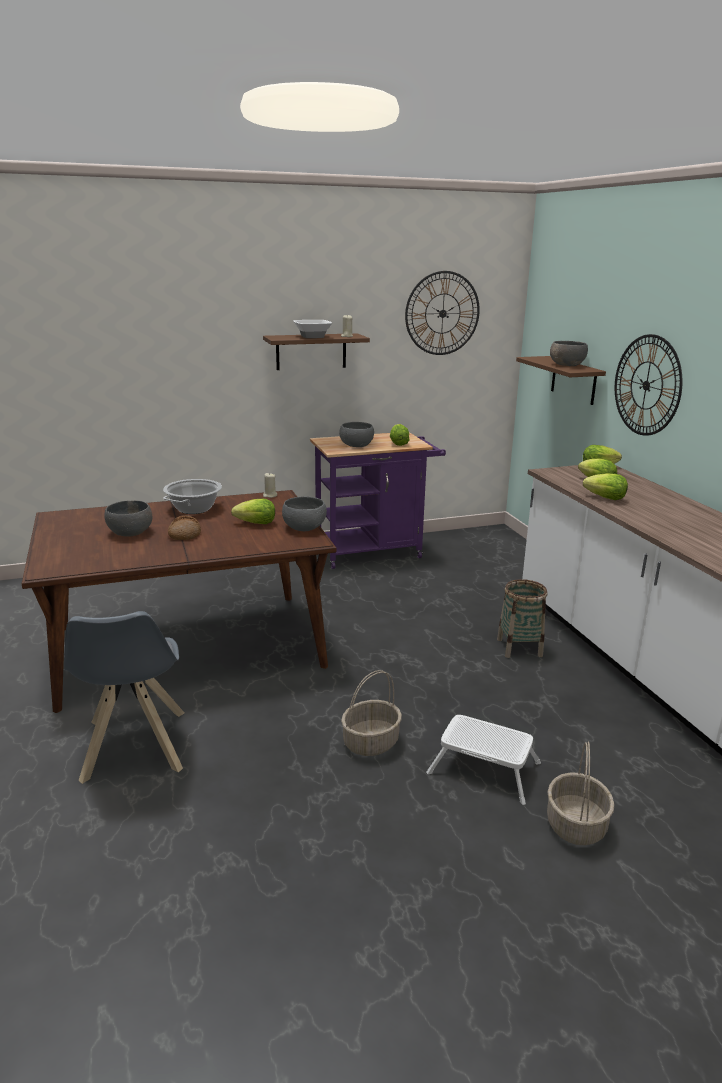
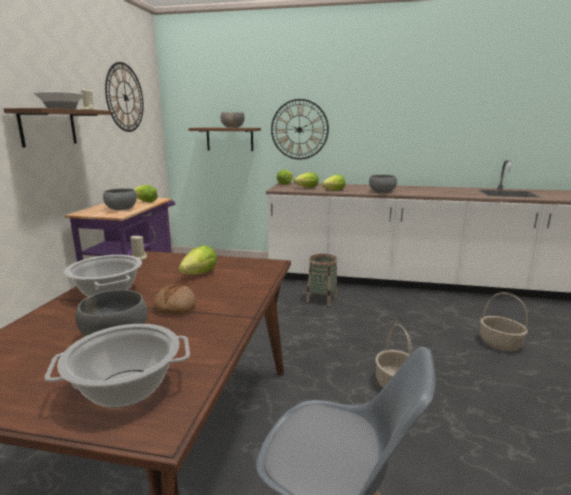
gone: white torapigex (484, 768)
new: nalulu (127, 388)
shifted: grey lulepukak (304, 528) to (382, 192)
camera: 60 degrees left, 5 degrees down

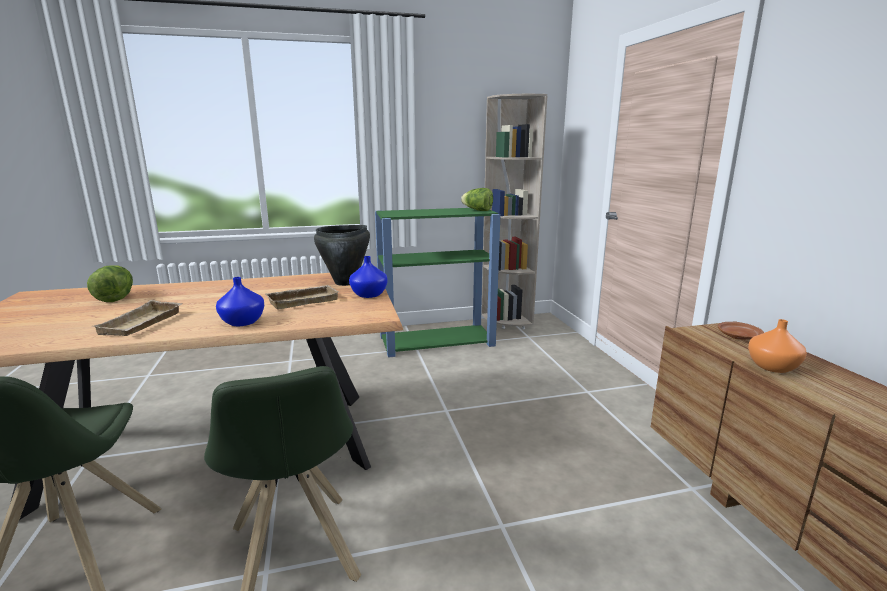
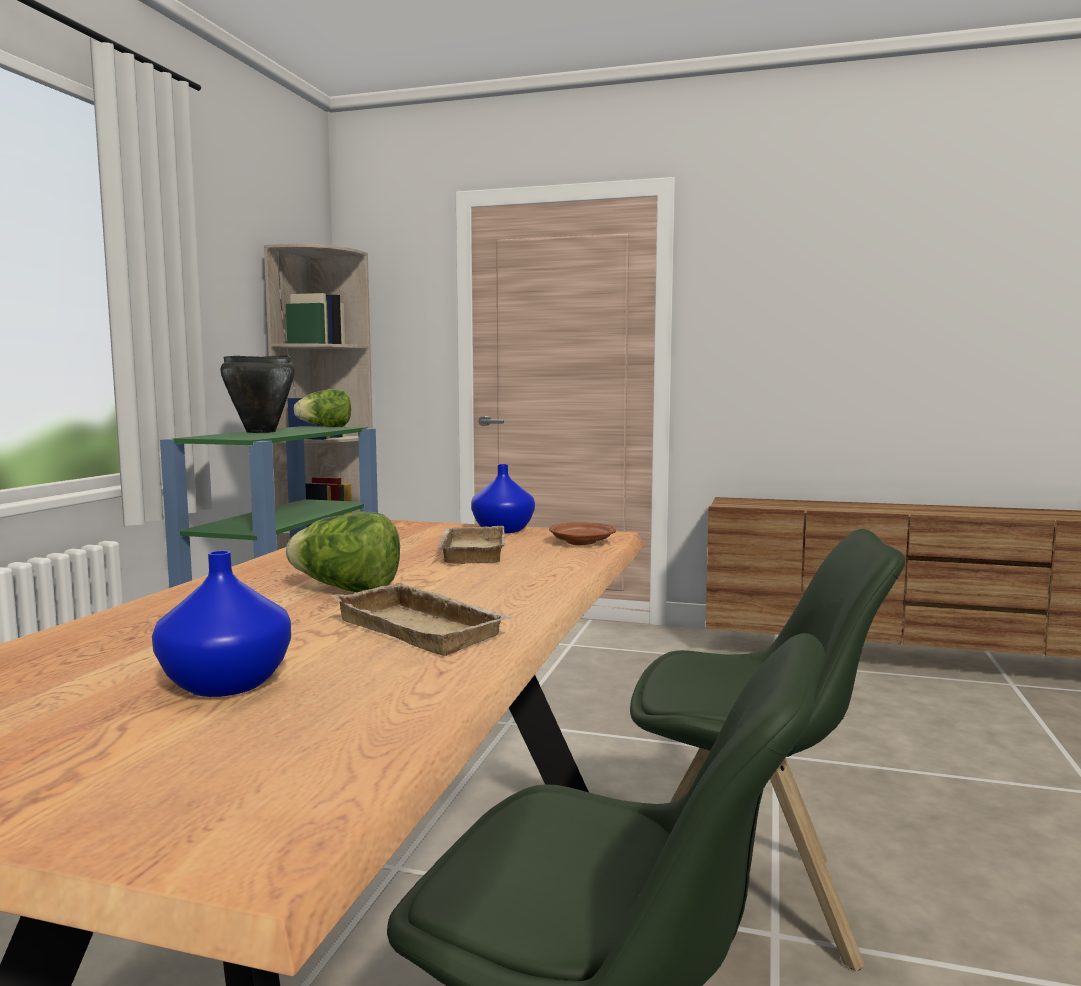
gone: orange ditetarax (771, 366)
shifted: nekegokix (116, 297) to (347, 590); blue ditetarax (241, 322) to (225, 685); black nalulu (345, 283) to (261, 432); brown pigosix (738, 336) to (581, 542)
camera: 60 degrees left, 10 degrees down

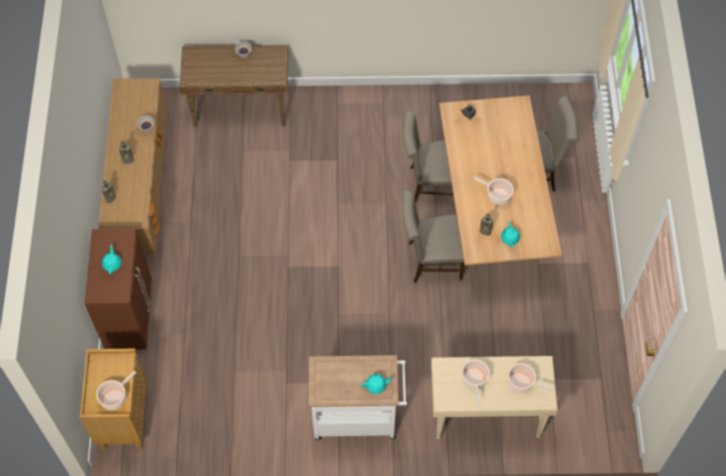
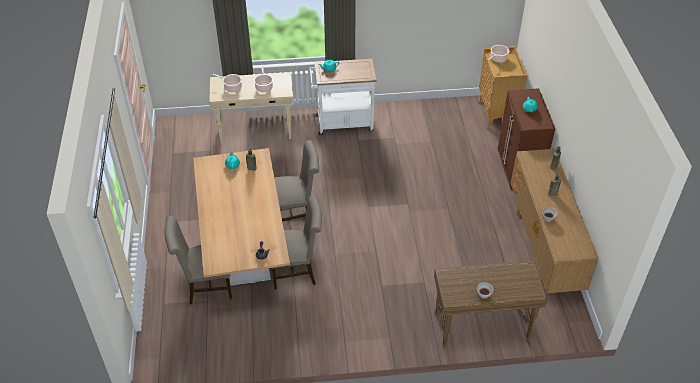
gone: nalulu (497, 195)
camera: 175 degrees right, 15 degrees down

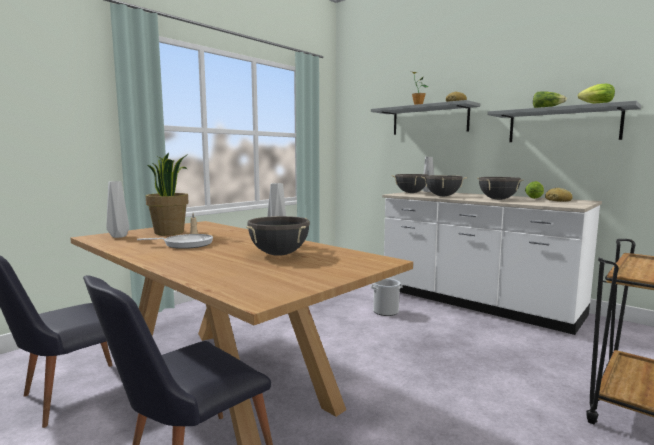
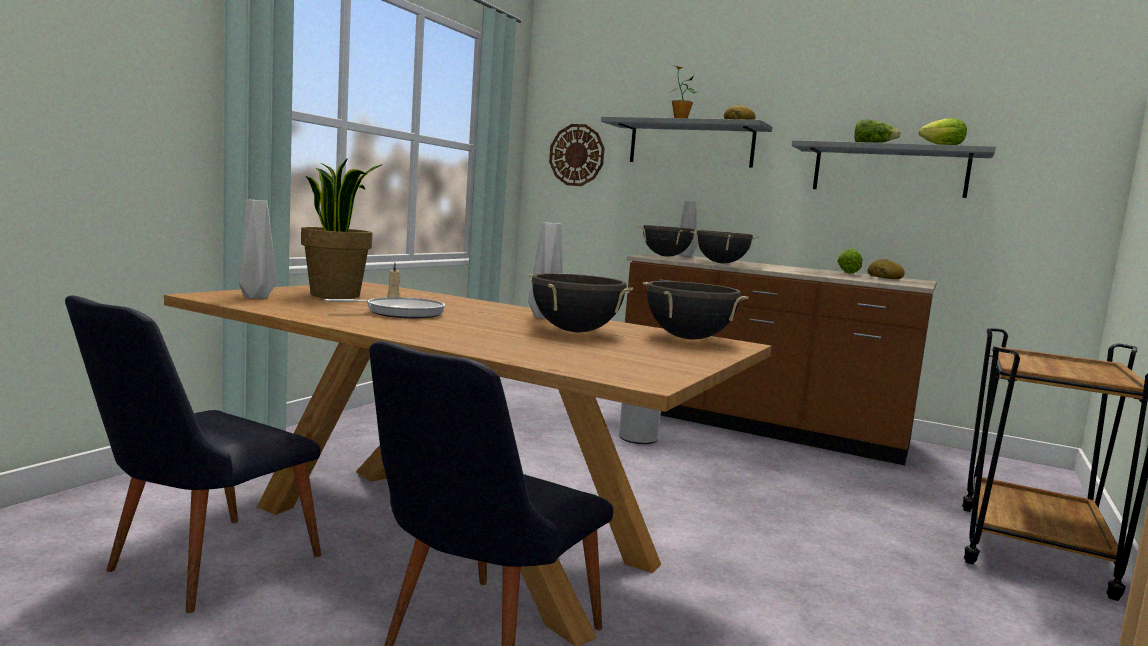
new: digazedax (577, 155)
shifted: black nalulu (498, 199) to (688, 338)
repainted: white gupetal (477, 303) to brown gupetal (760, 426)
camera: 15 degrees left, 0 degrees up

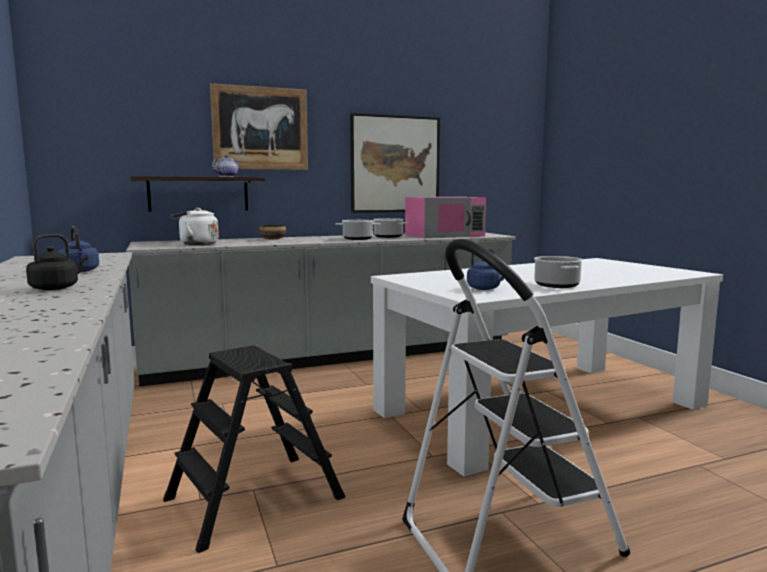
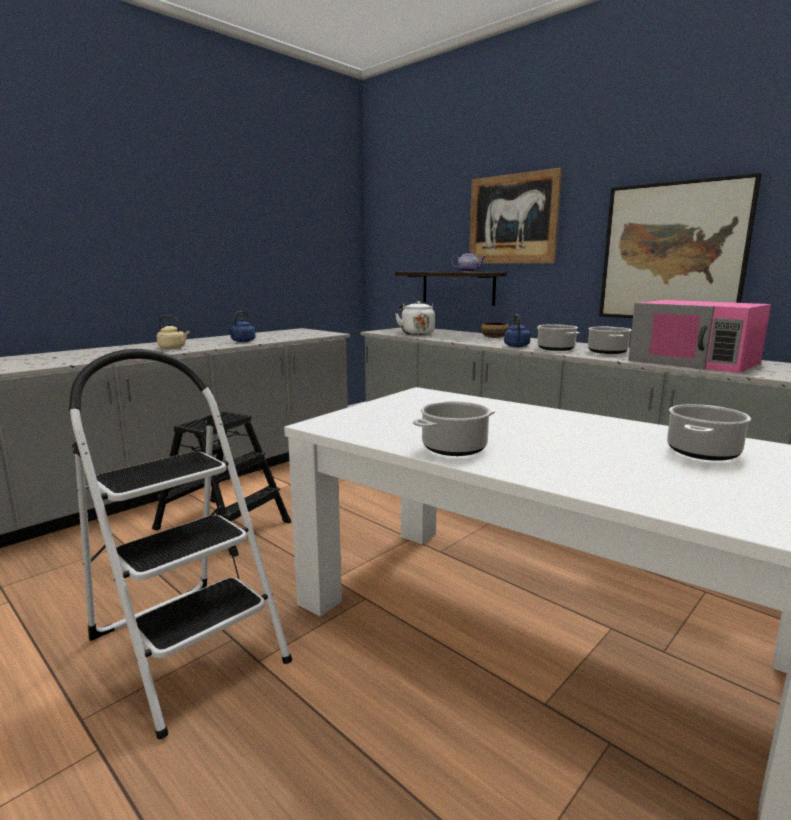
new: nalulu (703, 452)
shifted: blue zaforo (485, 288) to (516, 346)
repainted: black zaforo (57, 288) to beige zaforo (173, 348)
camera: 65 degrees right, 5 degrees up

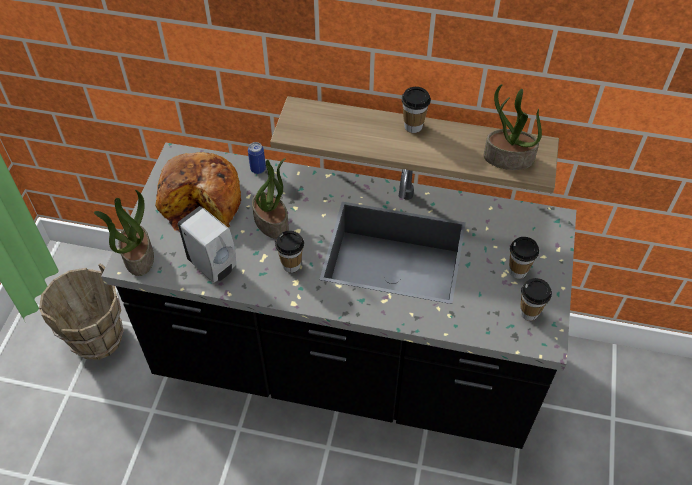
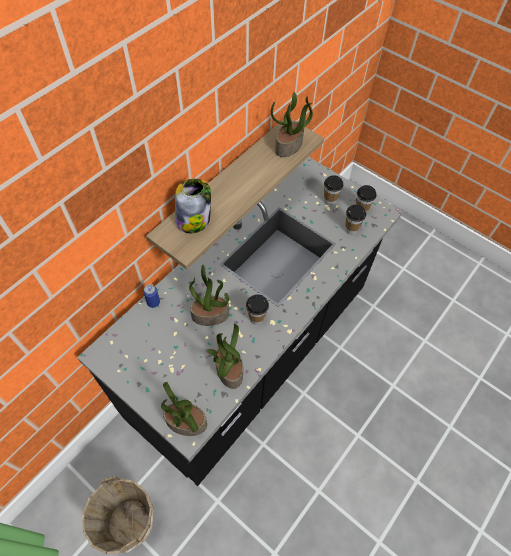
gone: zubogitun (203, 203)
new: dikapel (194, 219)
shifted: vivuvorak (413, 126) to (351, 229)
swapped: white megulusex (214, 266) to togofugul (228, 370)
camera: 65 degrees left, 5 degrees up

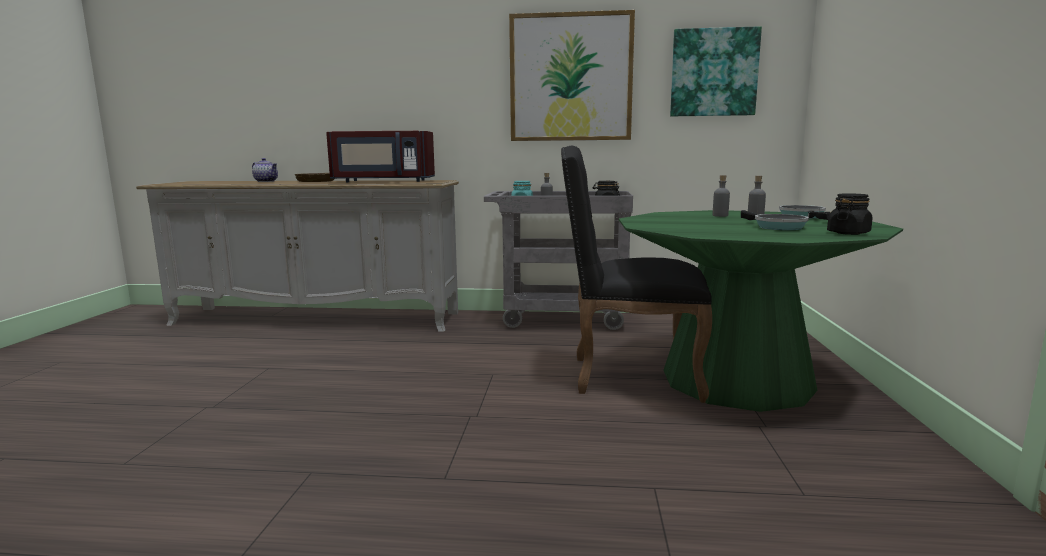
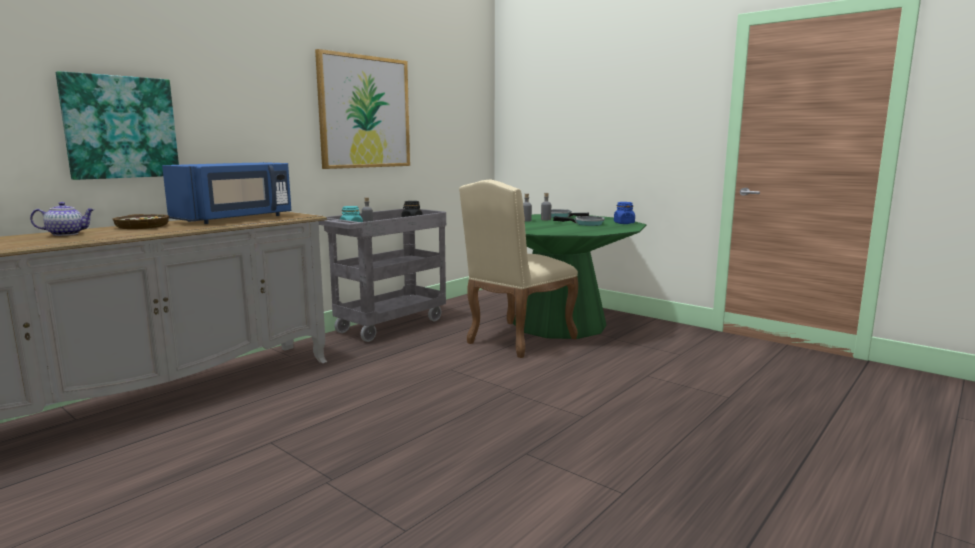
shifted: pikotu (713, 73) to (120, 127)
repainted: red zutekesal (383, 181) to blue zutekesal (236, 219); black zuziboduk (631, 375) to beige zuziboduk (517, 340); black dikapel (848, 233) to blue dikapel (624, 223)
camera: 55 degrees left, 0 degrees up

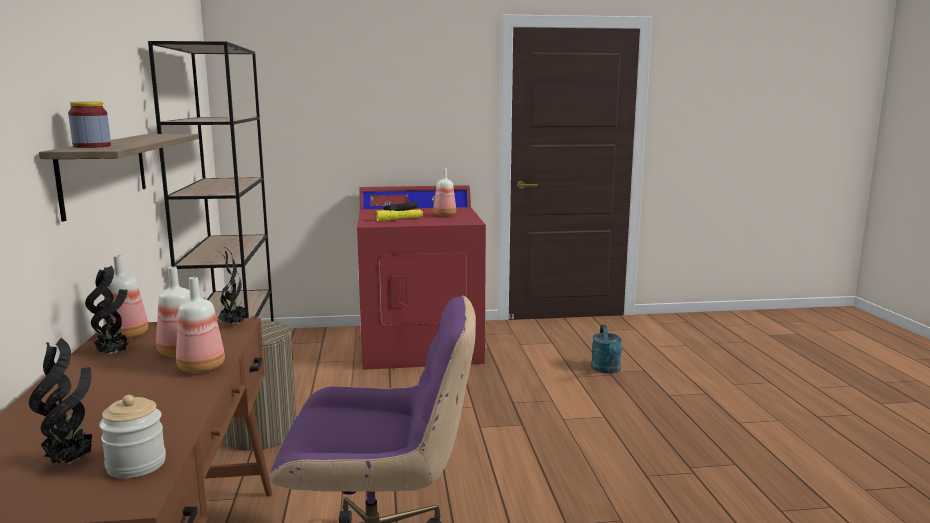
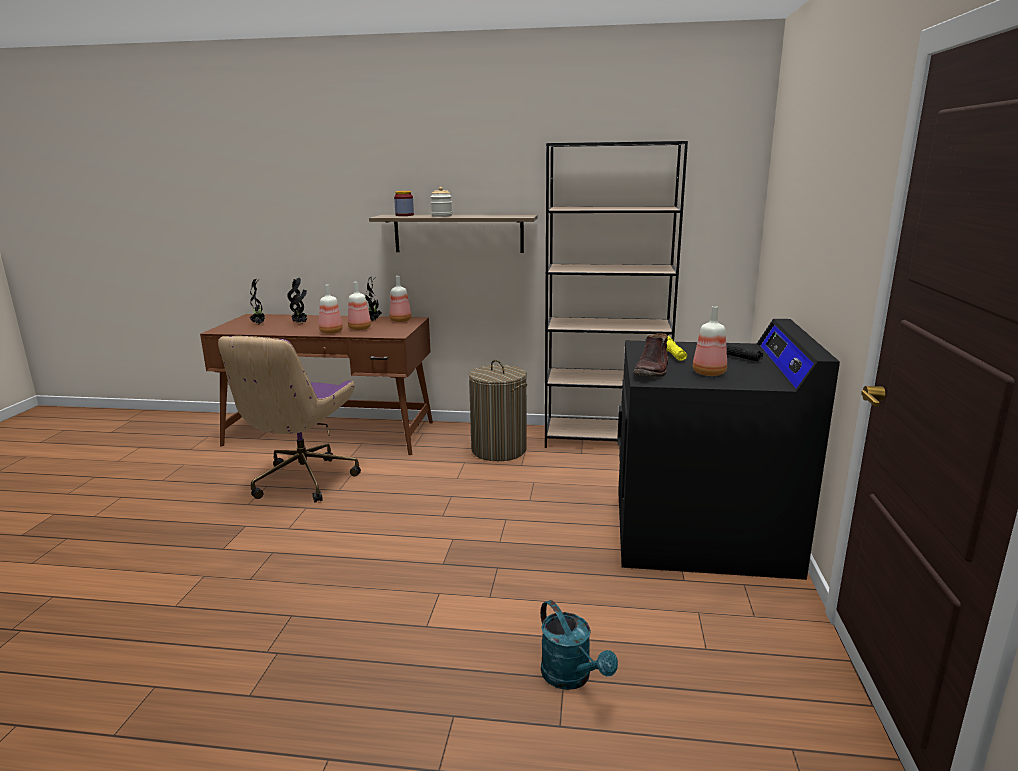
new: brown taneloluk (652, 371)
shifted: dikapel (136, 465) to (441, 216); togofugul (234, 324) to (300, 323)
repainted: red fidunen (421, 343) to black fidunen (700, 530)
rotated: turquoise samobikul (607, 370) = (572, 678) 135 degrees counterclockwise
camera: 105 degrees right, 5 degrees up

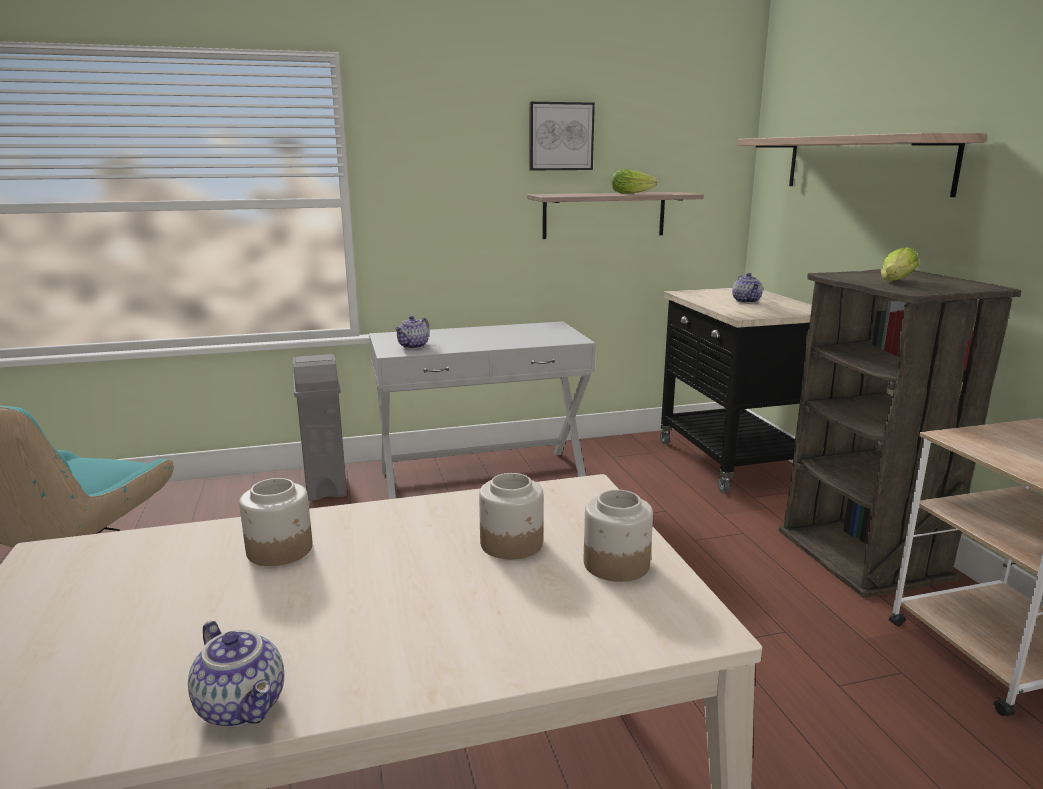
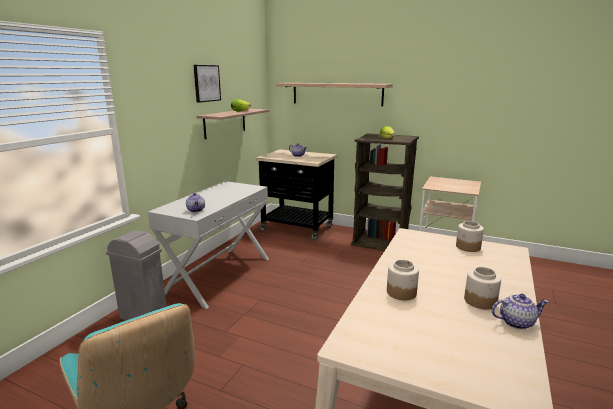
shifted: dikapel (512, 543) to (480, 301)
camera: 50 degrees left, 0 degrees up

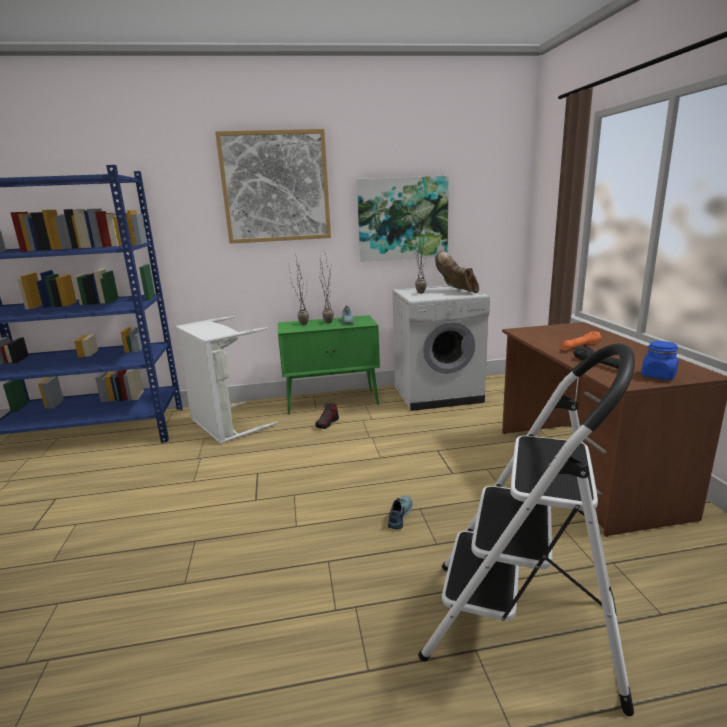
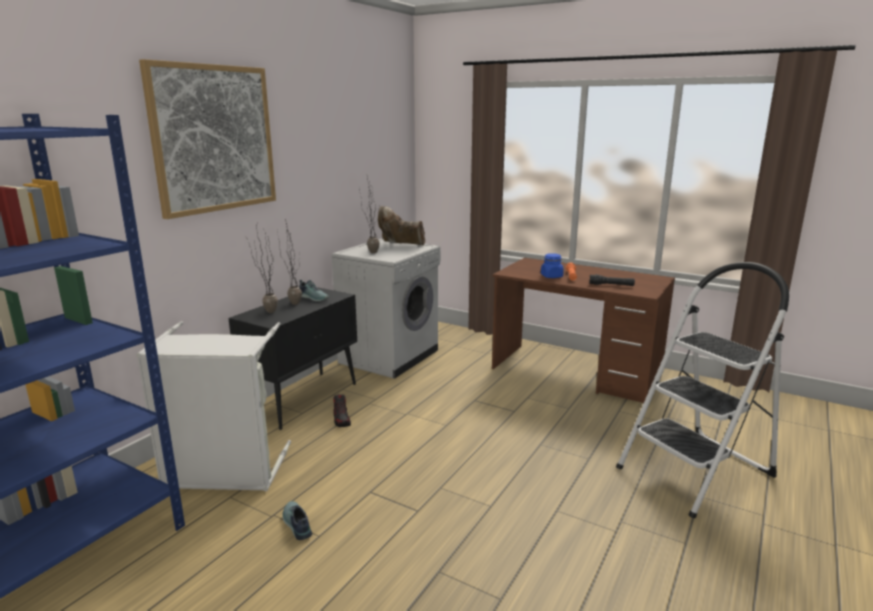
gone: pikotu (402, 218)
shifted: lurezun (398, 515) to (296, 524); blue dikapel (658, 376) to (551, 276)
repainted: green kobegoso (332, 401) to black kobegoso (303, 399)
camera: 50 degrees left, 0 degrees up

